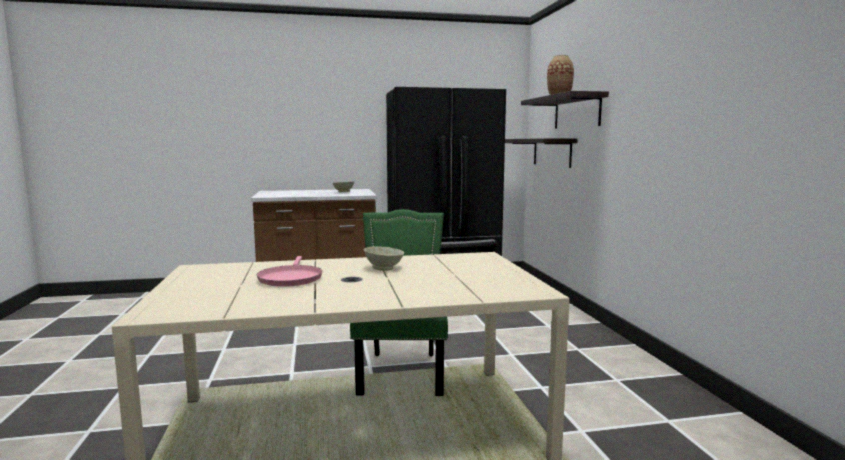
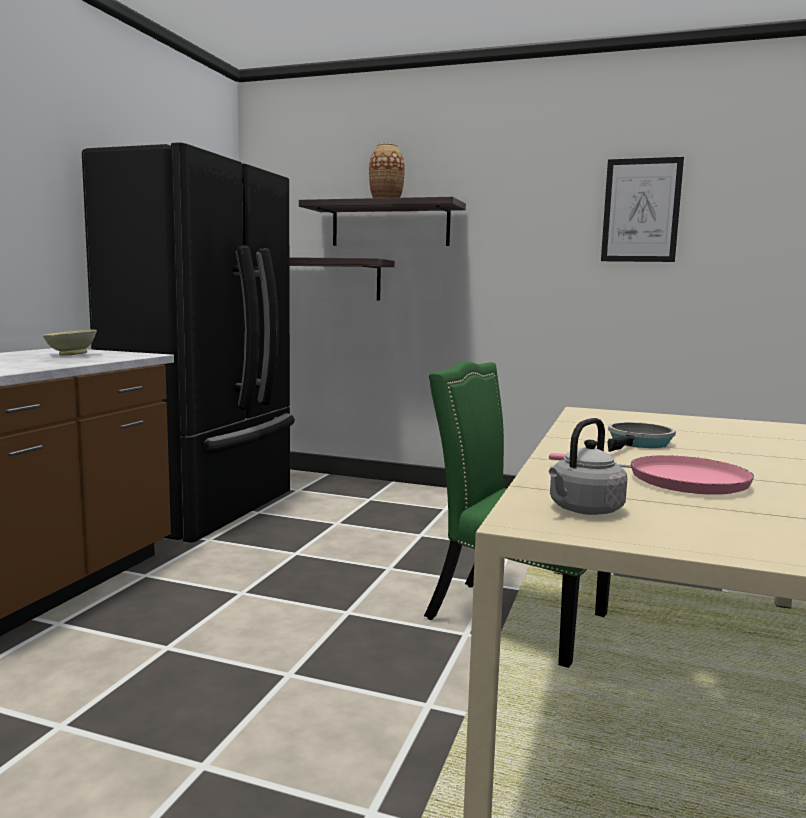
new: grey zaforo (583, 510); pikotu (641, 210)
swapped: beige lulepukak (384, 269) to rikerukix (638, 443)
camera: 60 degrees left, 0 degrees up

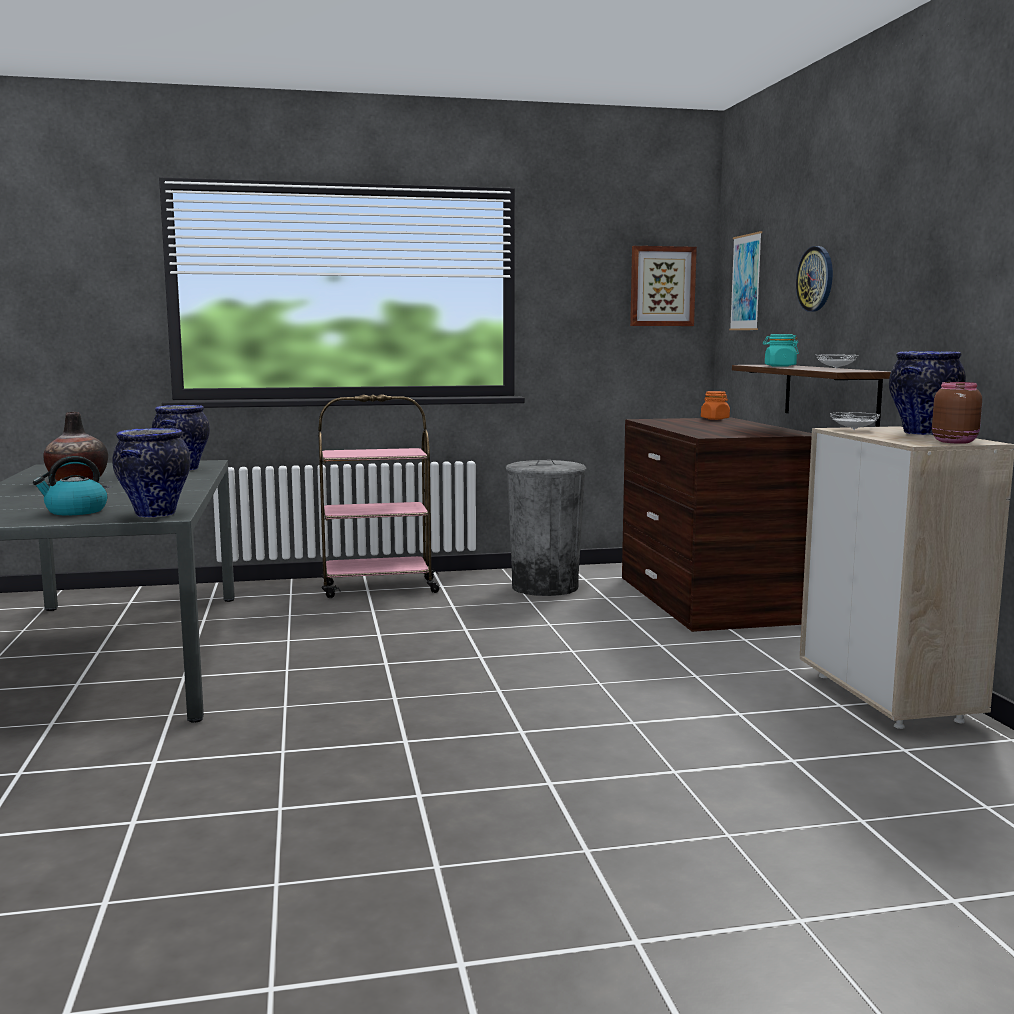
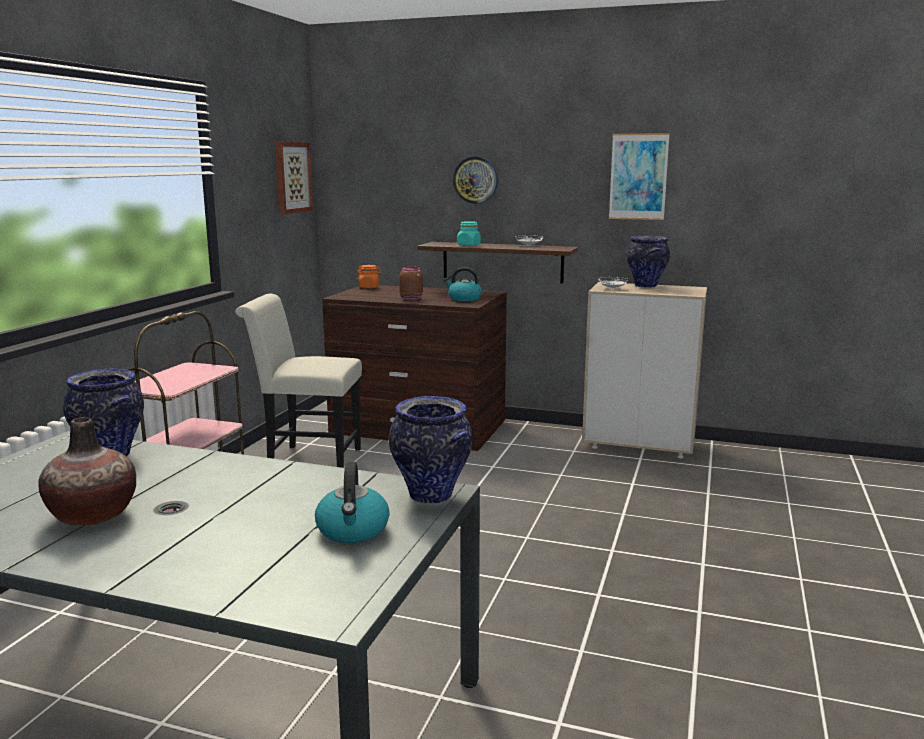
new: zaforo (464, 299)
shifted: pikotu (746, 282) to (638, 176); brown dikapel (955, 441) to (411, 298)
swapped: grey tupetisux (545, 587) to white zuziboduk (307, 460)
camera: 60 degrees left, 5 degrees up

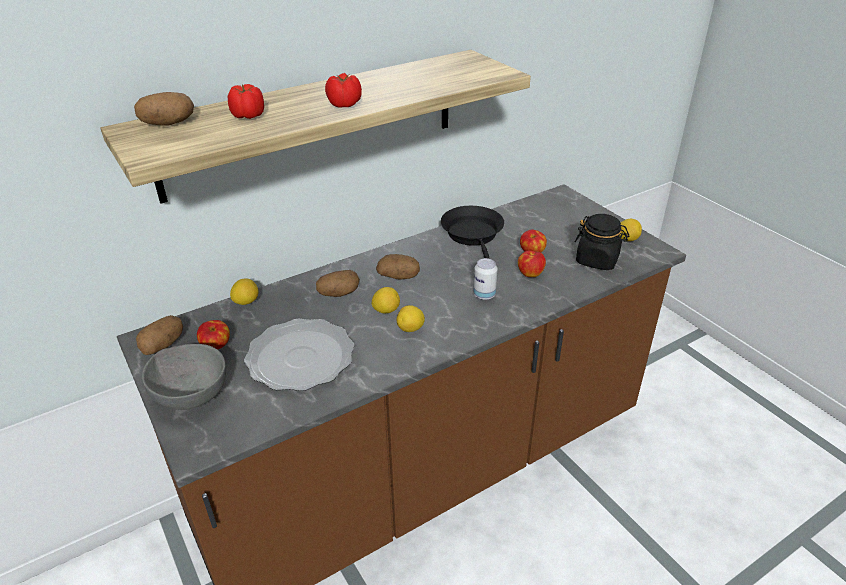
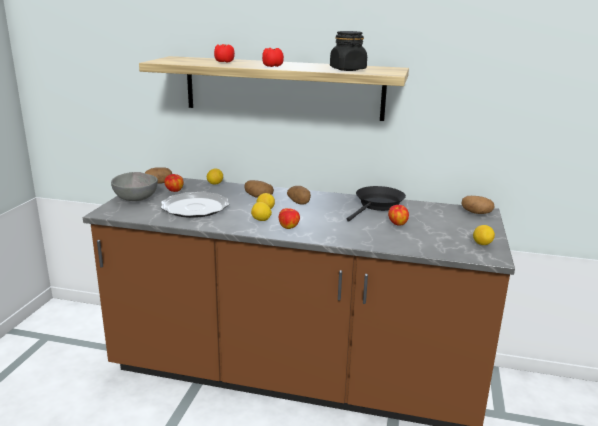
gone: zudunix (484, 295)
shifted: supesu (168, 124) to (476, 213); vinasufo (530, 273) to (289, 227); black dikapel (597, 260) to (348, 69)
camera: 45 degrees right, 15 degrees down

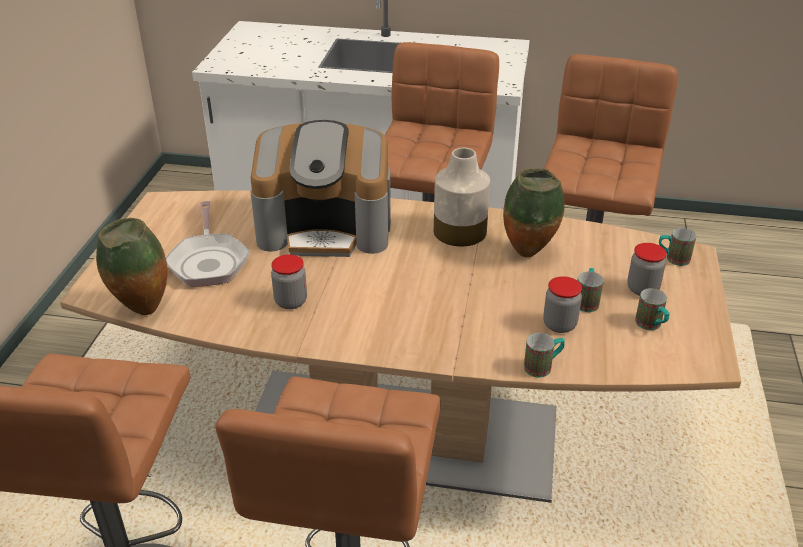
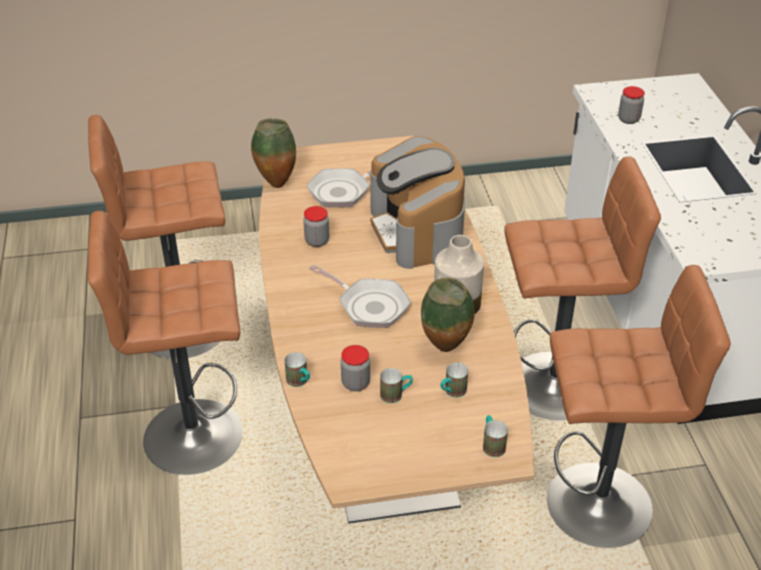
new: rikerukix (369, 305)
shifted: dikapel (642, 289) to (628, 119); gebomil (651, 326) to (452, 392)
camera: 70 degrees right, 5 degrees up

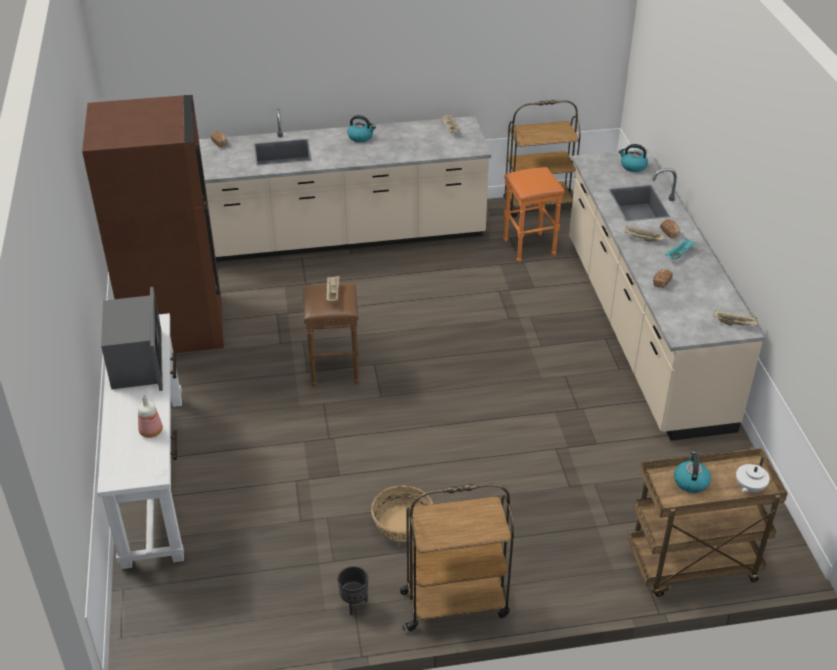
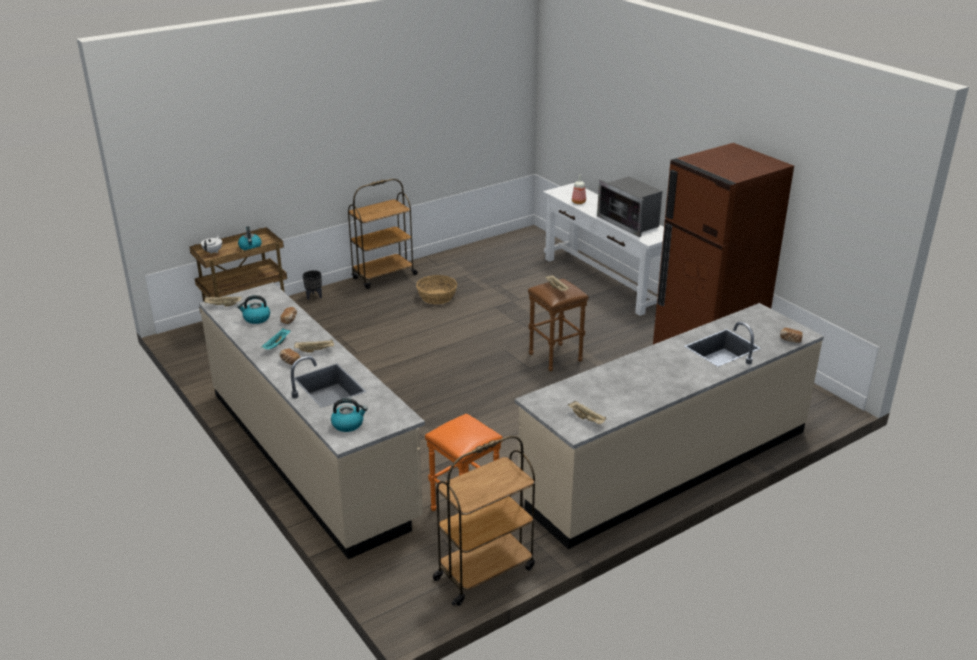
shifted: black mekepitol (354, 604) to (314, 296); zaforo (361, 137) to (256, 318)
camera: 155 degrees right, 10 degrees down

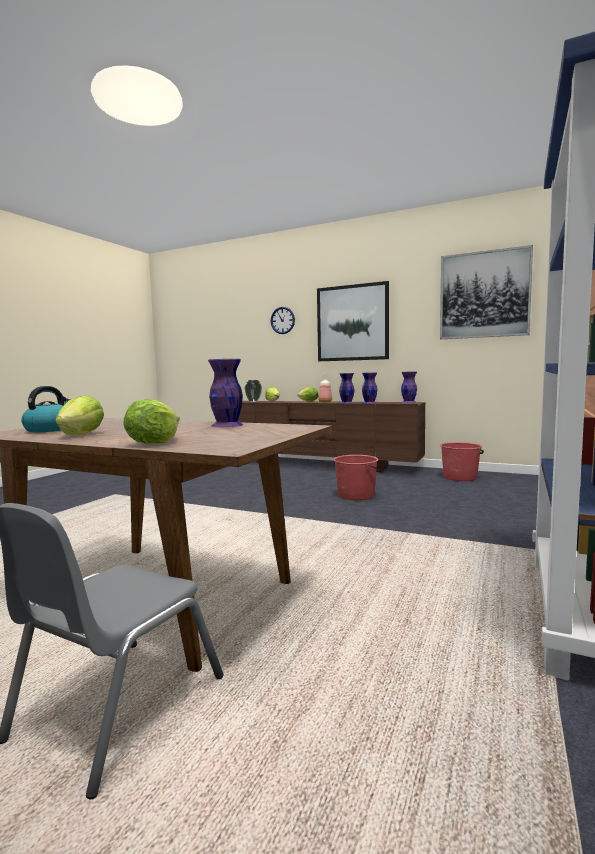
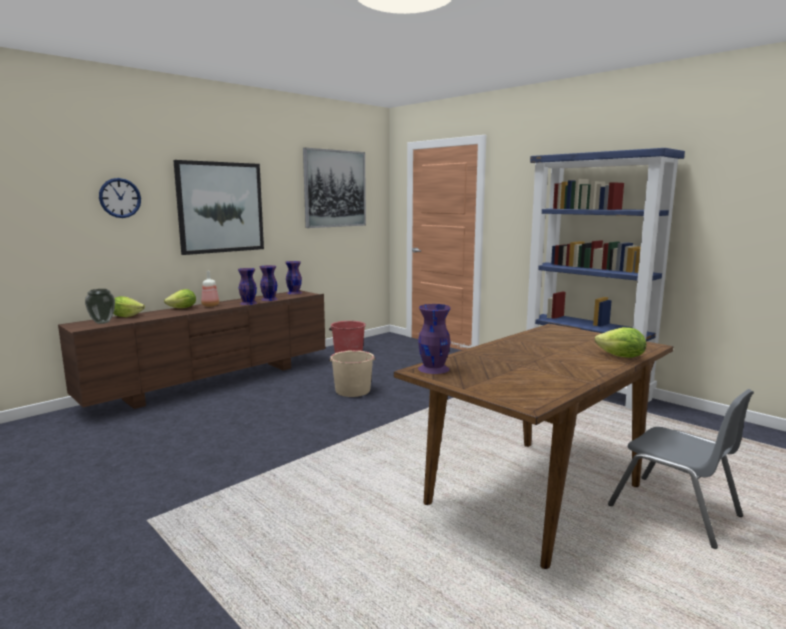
gone: zaforo (50, 429); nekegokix (82, 434)
shifted: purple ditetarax (227, 425) to (434, 369)
repainted: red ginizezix (356, 495) to beige ginizezix (352, 390)
camera: 70 degrees left, 5 degrees up

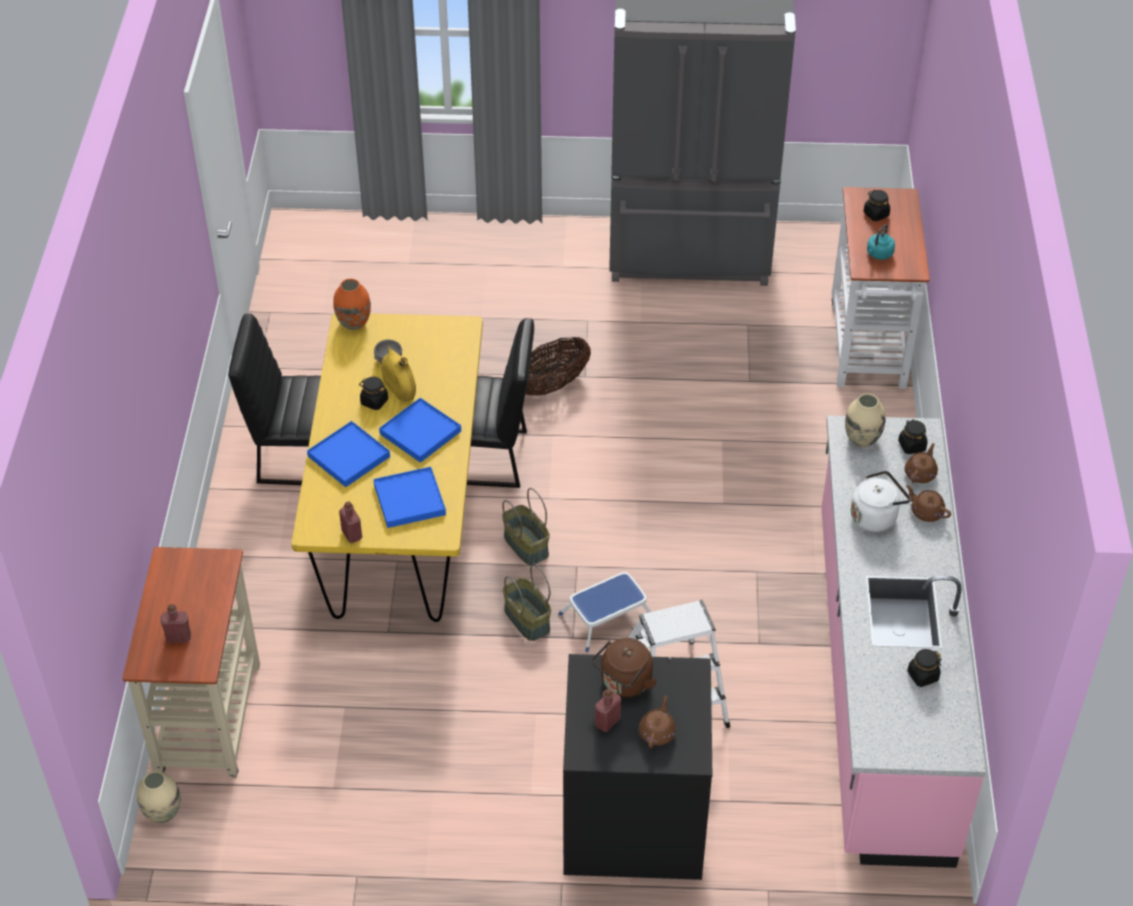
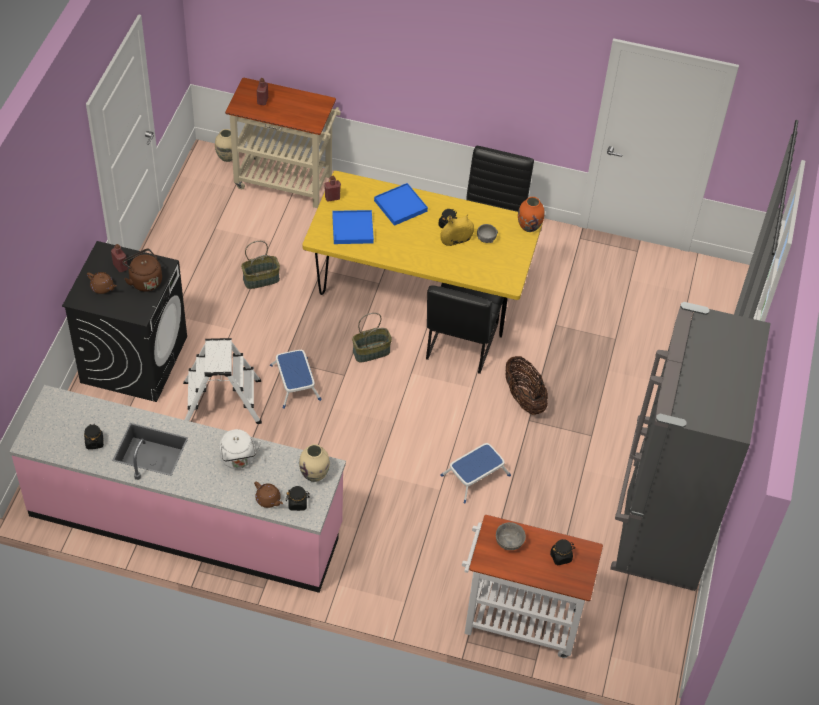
gone: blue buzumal (420, 433); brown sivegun (926, 512)
new: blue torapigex (475, 475)
shifted: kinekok (526, 619) to (261, 279)
swapped: turquoise zaforo (878, 254) to grey lulepukak (508, 542)
camera: 100 degrees right, 5 degrees up

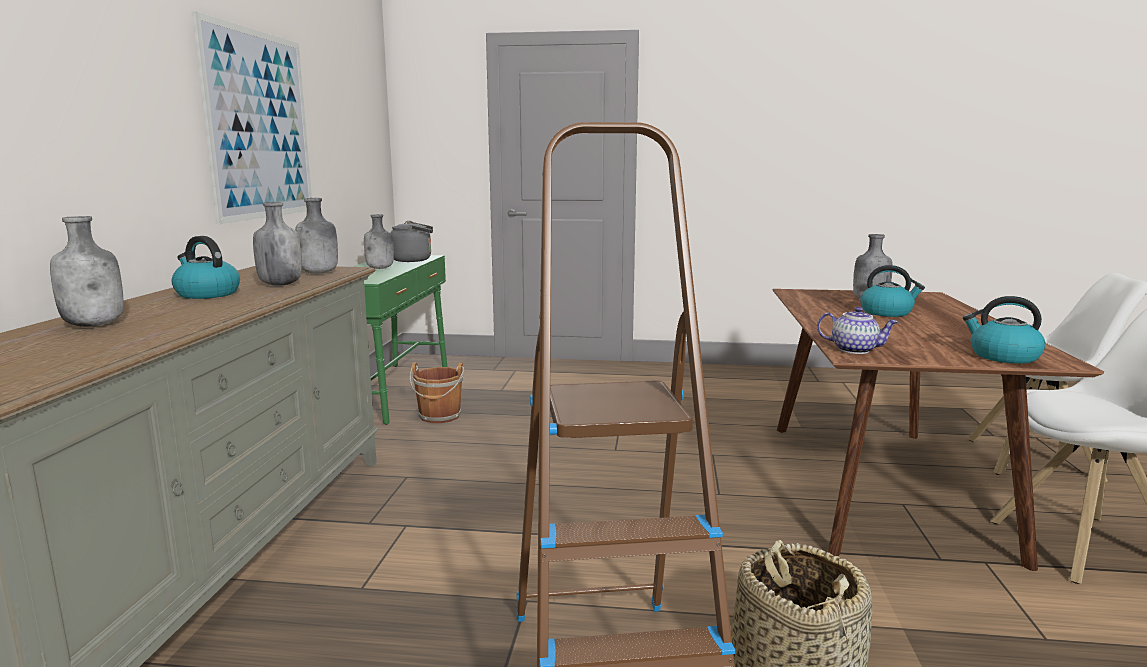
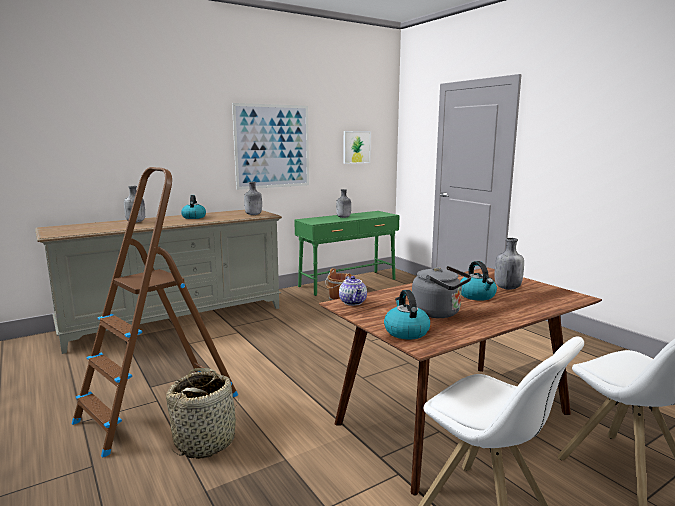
gone: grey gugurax (280, 284)
new: pikotu (356, 147)
shifted: grey zaforo (414, 260) to (439, 313)
camera: 50 degrees right, 0 degrees up

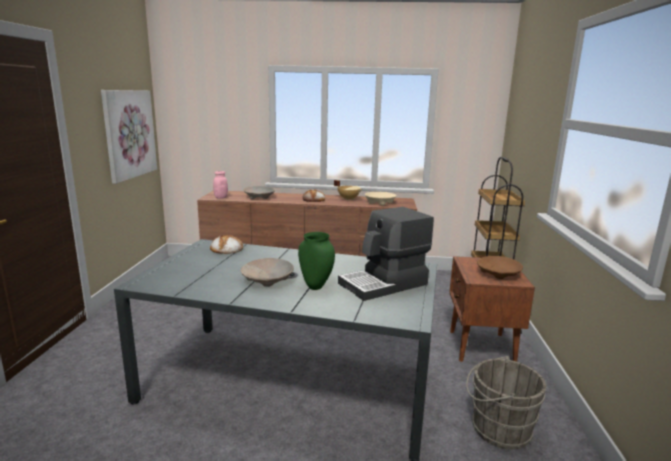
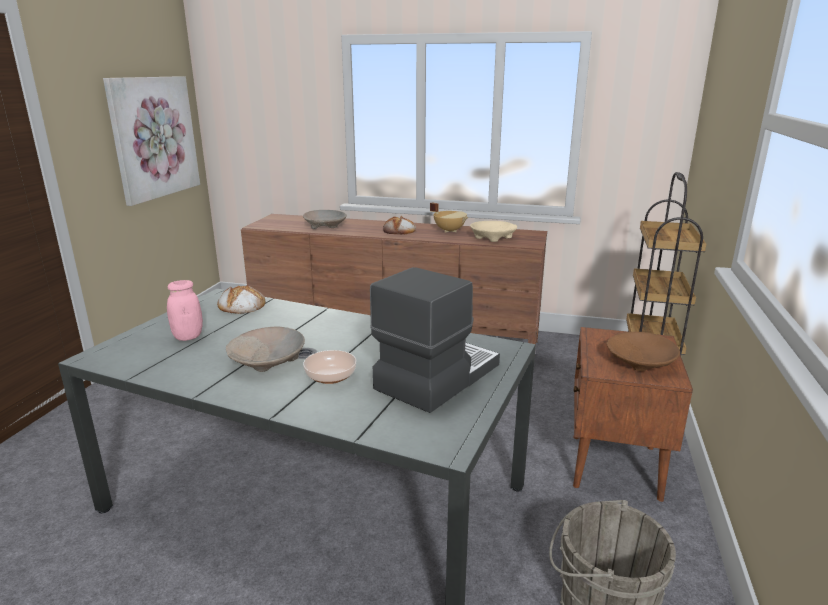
shifted: pink dikapel (221, 197) to (188, 336)
swapped: green ditetarax (315, 287) to lulepukak (329, 376)
rotated: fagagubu (384, 284) = (435, 377) 150 degrees clockwise
camera: 10 degrees right, 5 degrees up

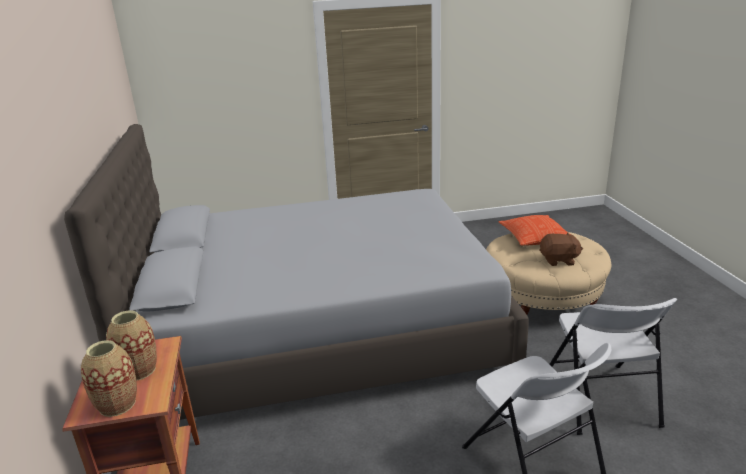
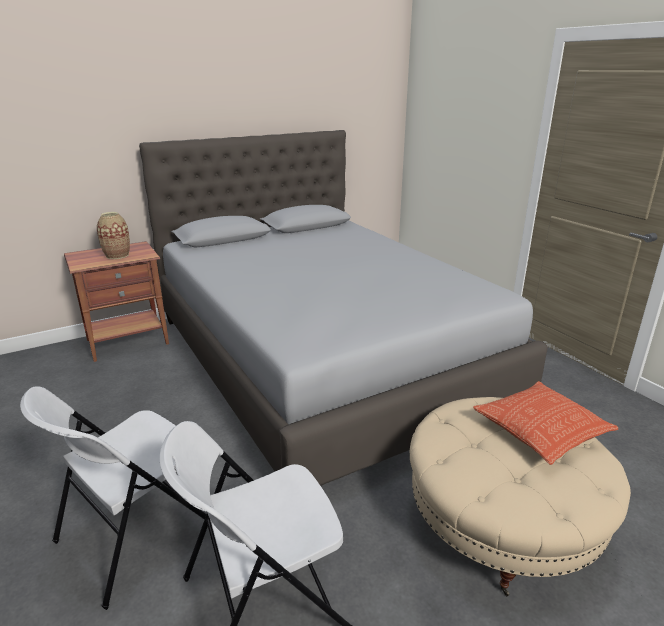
gone: ditetarax (117, 404); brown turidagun (559, 260)
camera: 70 degrees right, 0 degrees up

